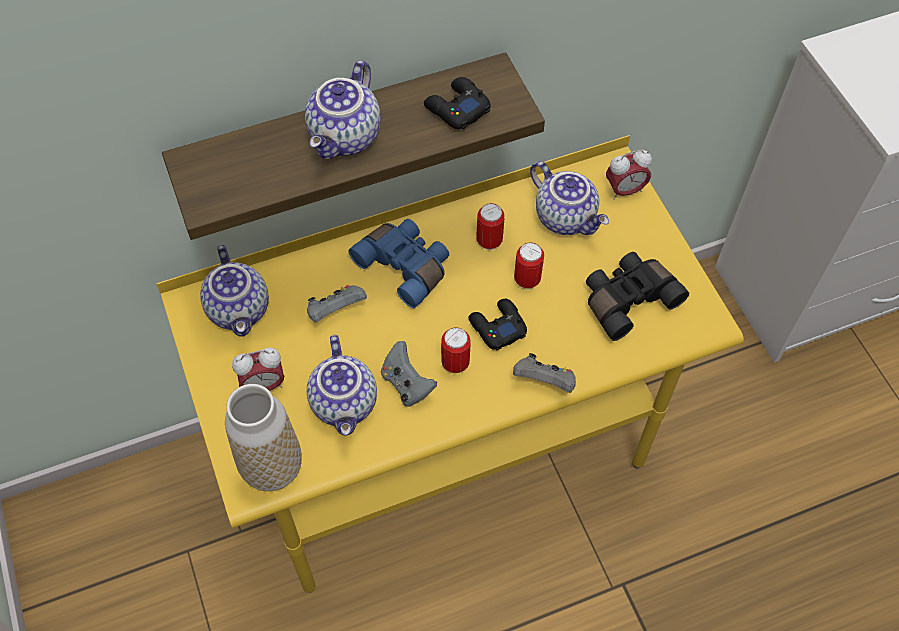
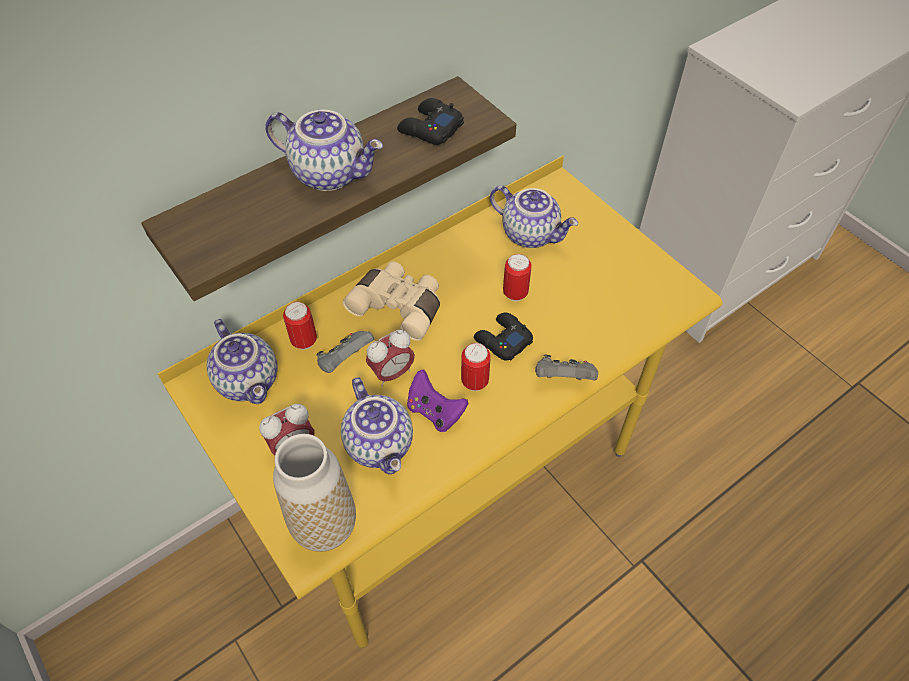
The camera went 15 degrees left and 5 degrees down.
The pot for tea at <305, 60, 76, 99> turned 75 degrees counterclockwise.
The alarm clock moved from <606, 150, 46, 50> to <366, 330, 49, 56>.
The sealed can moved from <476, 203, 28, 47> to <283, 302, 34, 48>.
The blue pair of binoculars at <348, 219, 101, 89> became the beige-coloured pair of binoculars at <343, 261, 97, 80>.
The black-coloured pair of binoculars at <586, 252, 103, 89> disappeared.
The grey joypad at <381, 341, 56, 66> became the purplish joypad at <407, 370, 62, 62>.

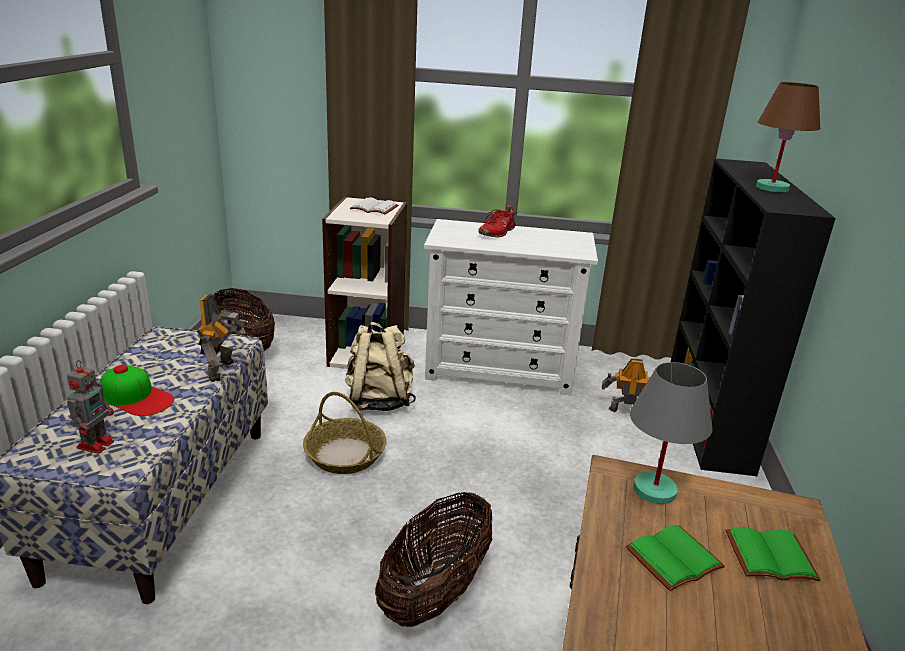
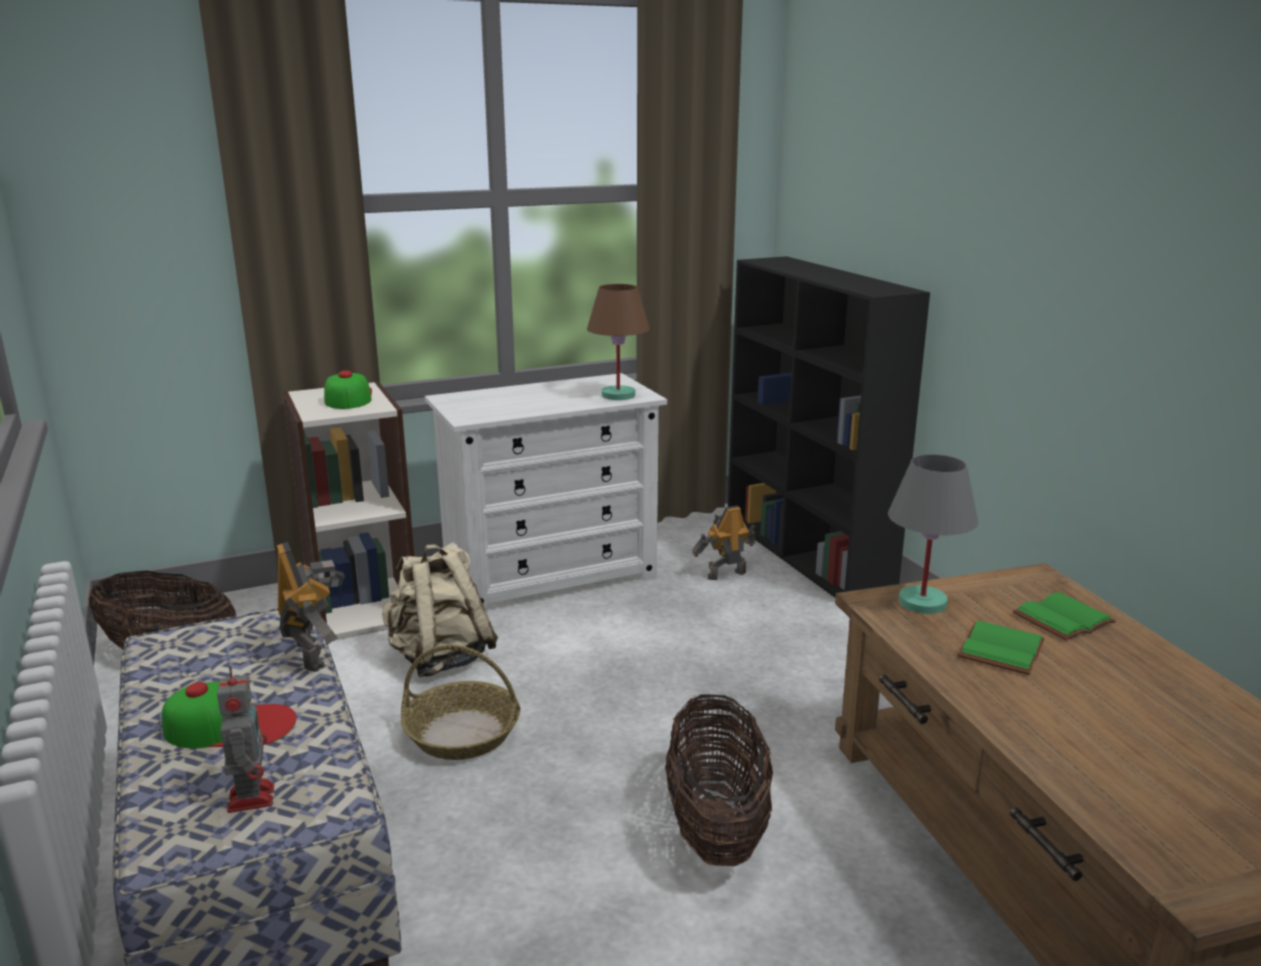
The camera went 30 degrees left and 5 degrees down.
The brownish lamp for a table moved from <756, 82, 64, 110> to <587, 284, 63, 116>.
The white bound book at <350, 197, 49, 18> was replaced by the peaked cap at <324, 370, 48, 39>.
The red item of footwear at <478, 206, 39, 31> disappeared.

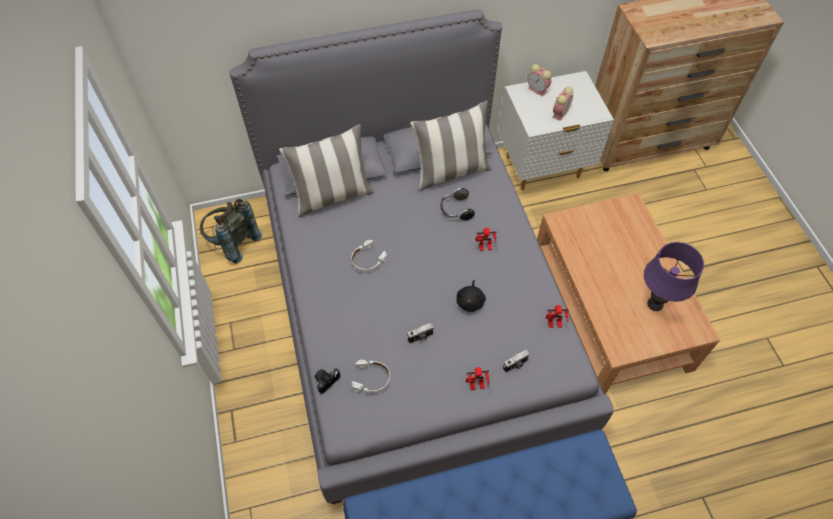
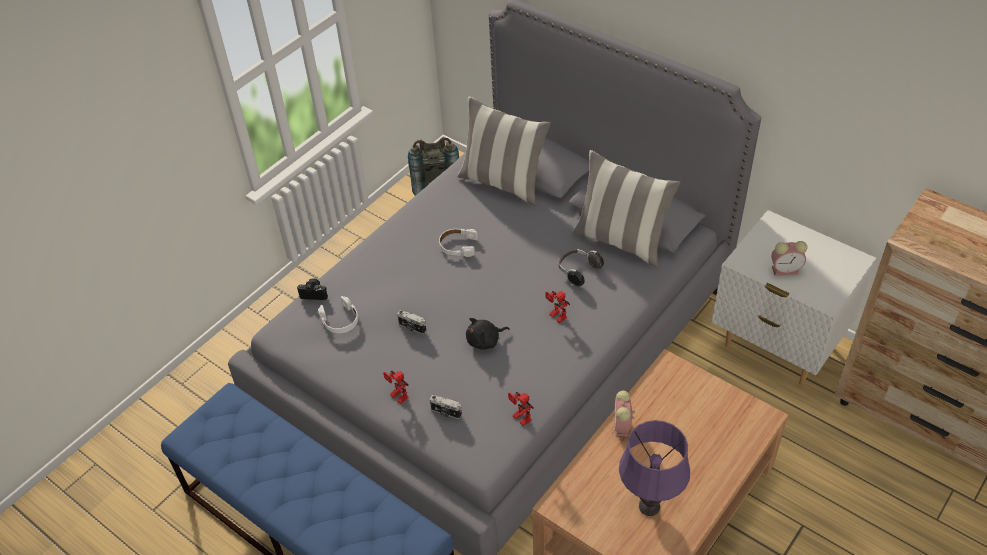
The camera went 55 degrees right and 10 degrees down.
The alarm clock moved from <527, 64, 24, 32> to <614, 391, 21, 46>.

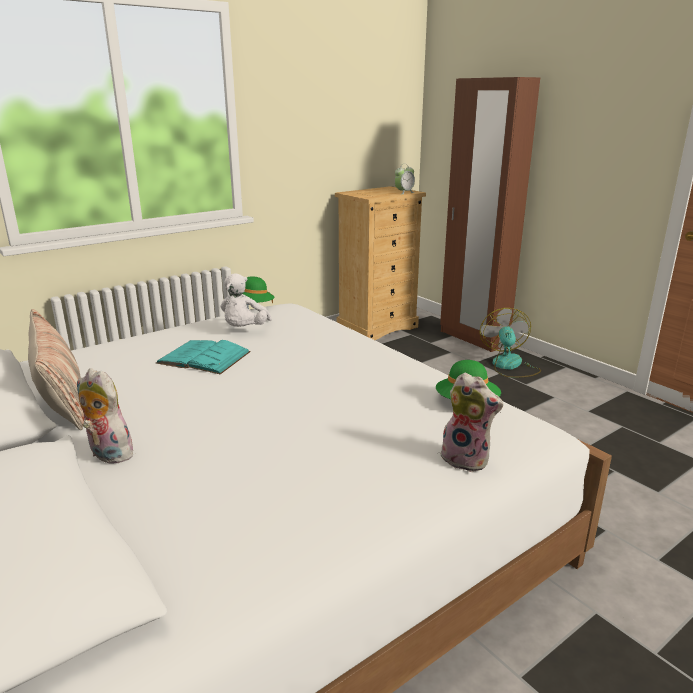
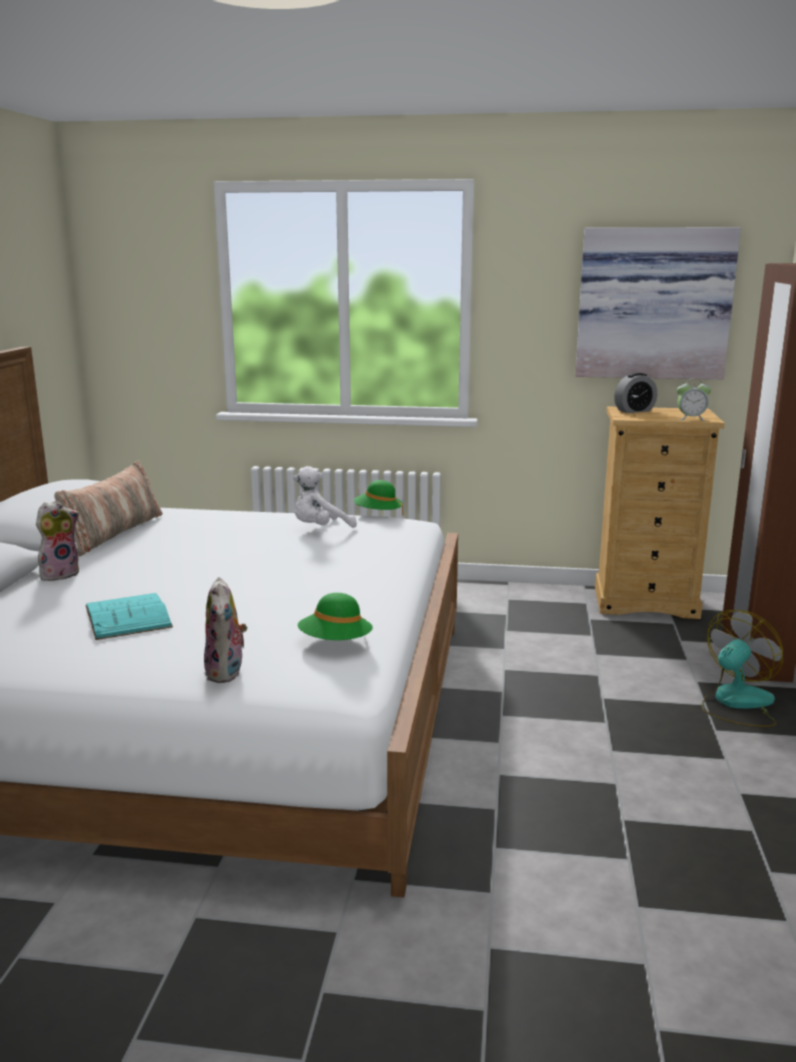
The camera went 45 degrees right and 5 degrees down.
The turquoise-coloured bound book moved from <156, 340, 95, 35> to <85, 593, 88, 47>.
The soft toy at <77, 368, 60, 96> turned 60 degrees clockwise.
The picture at <575, 227, 166, 153> appeared.
The alarm clock at <614, 373, 43, 40> appeared.

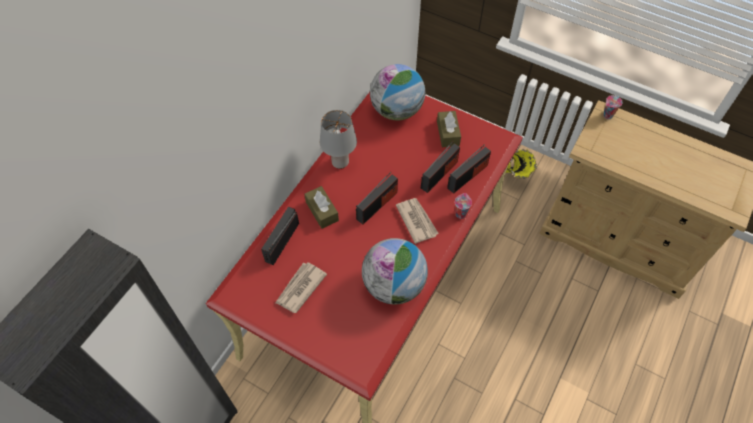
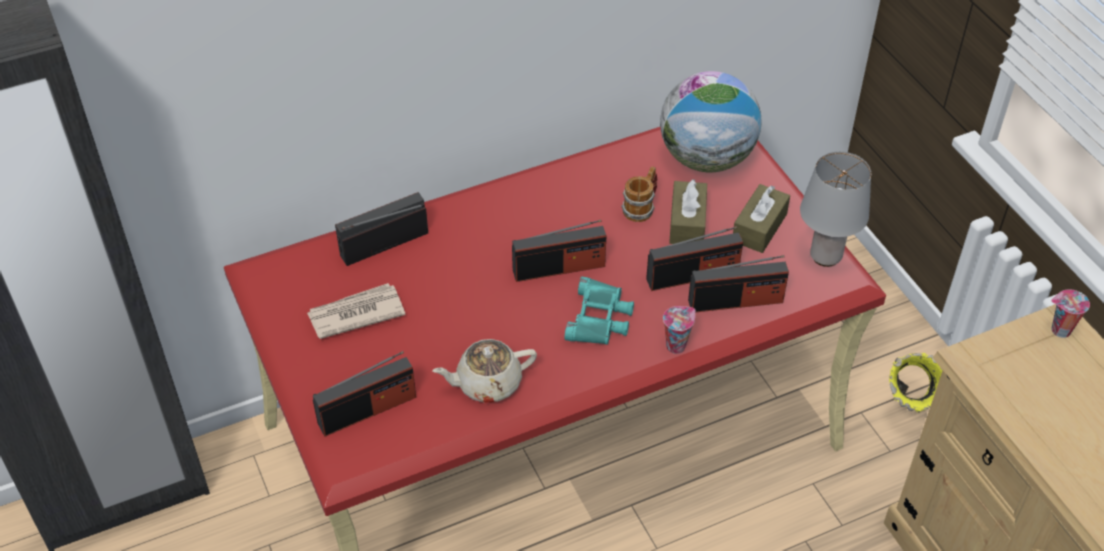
The camera went 35 degrees right and 10 degrees down.
The grey lamp for a table moved from <320, 110, 37, 59> to <800, 152, 71, 115>.
The brownish tissue holder moved from <304, 186, 35, 43> to <669, 179, 38, 65>.
The daily paper at <396, 198, 43, 46> was replaced by the turquoise-coloured pair of binoculars at <564, 277, 70, 68>.
The globe at <362, 238, 66, 67> was replaced by the beige-coloured pot for tea at <433, 339, 104, 64>.
The coffee mug at <621, 166, 36, 56> appeared.
The radio at <313, 351, 103, 86> appeared.

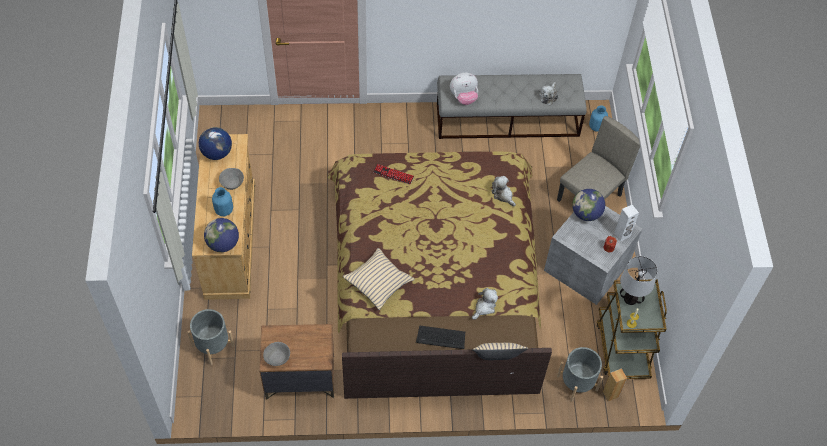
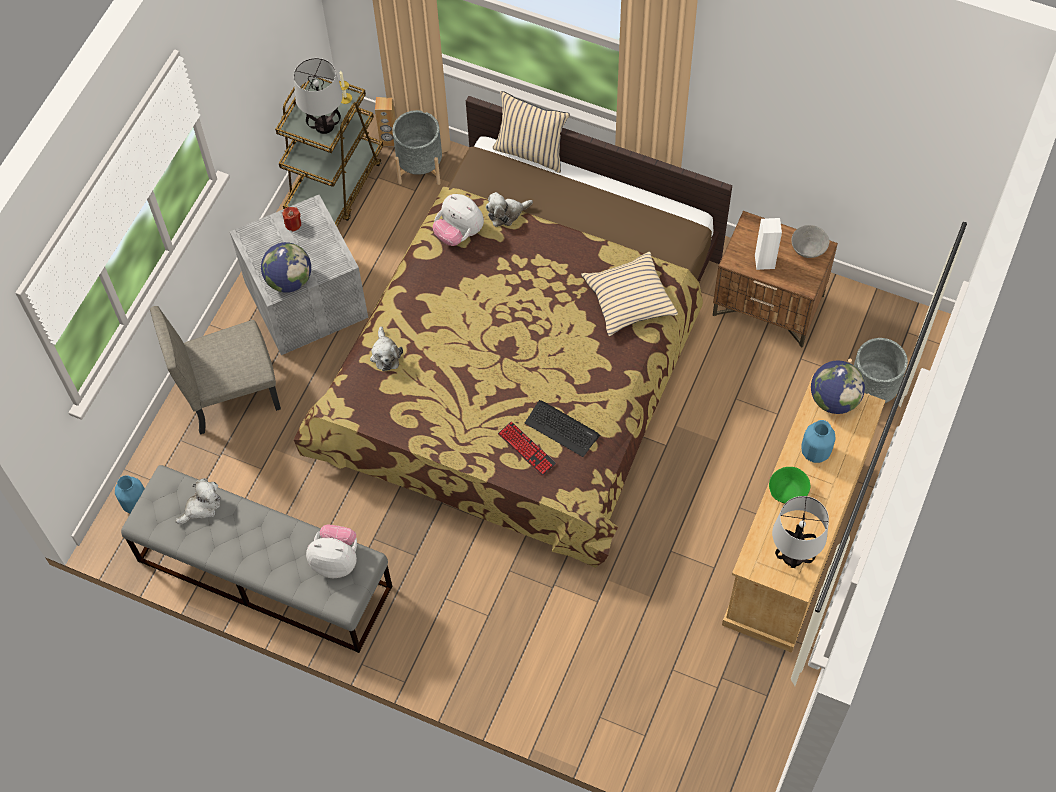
The camera went 150 degrees left and 5 degrees up.
The globe at <199, 127, 33, 33> was replaced by the lamp for a table at <772, 496, 57, 72>.
The grey serving bowl at <219, 168, 25, 22> became the green-coloured serving bowl at <769, 467, 41, 36>.
The white speaker moved from <614, 205, 25, 36> to <755, 218, 27, 52>.
The PC keyboard moved from <416, 326, 49, 23> to <525, 400, 75, 57>.
The soft toy at <433, 194, 51, 52> appeared.

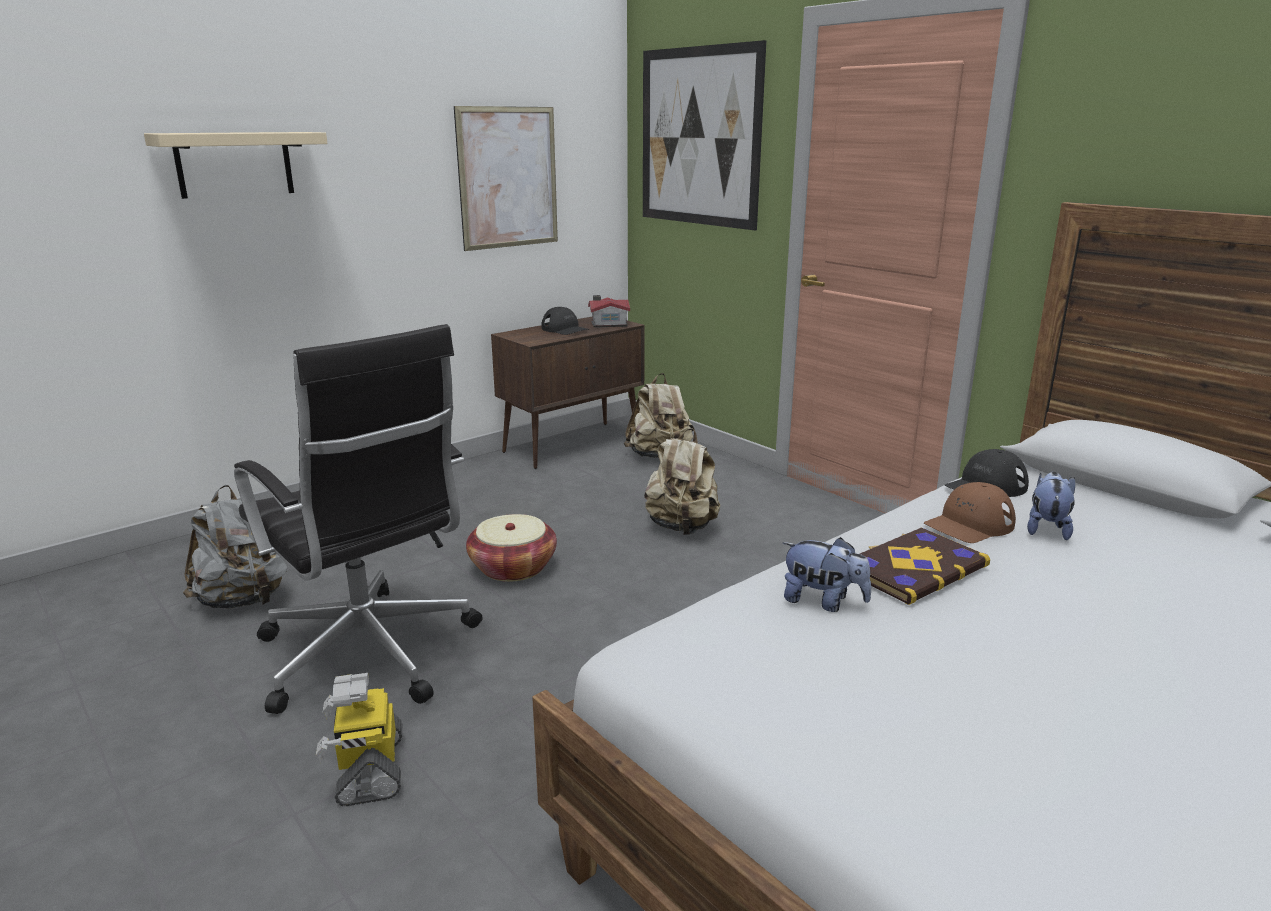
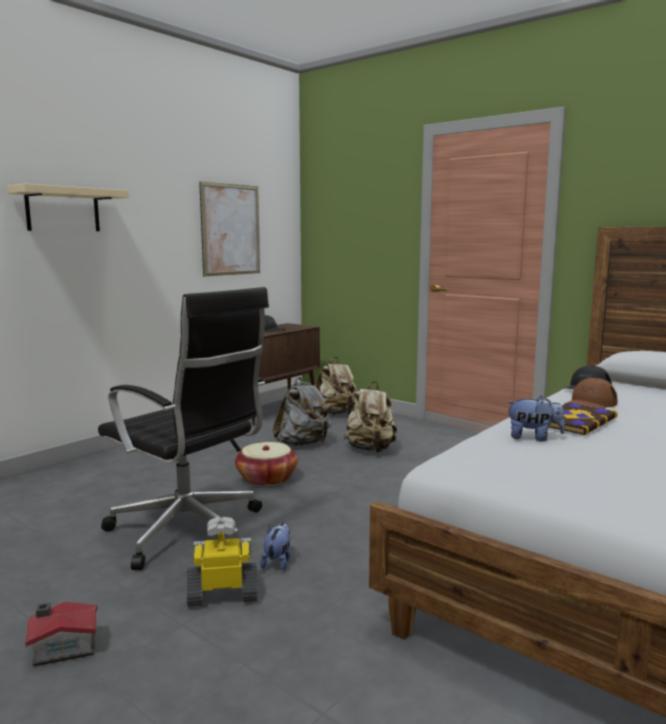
The camera went 10 degrees left and 10 degrees down.
The picture at <643, 40, 123, 190> disappeared.
The model house moved from <588, 295, 42, 33> to <25, 602, 73, 64>.
The soft toy moved from <1027, 472, 48, 68> to <260, 523, 31, 48>.
The grey backpack moved from <183, 485, 104, 124> to <273, 377, 59, 69>.
The robot figure at <316, 673, 86, 133> turned 105 degrees clockwise.

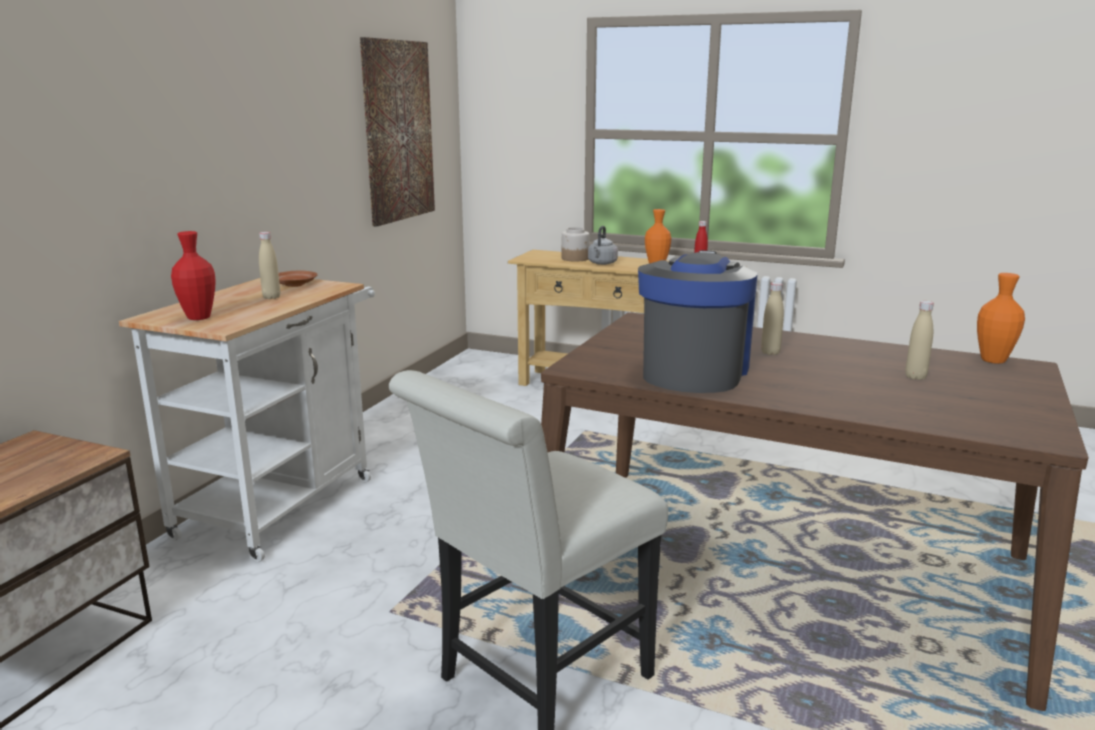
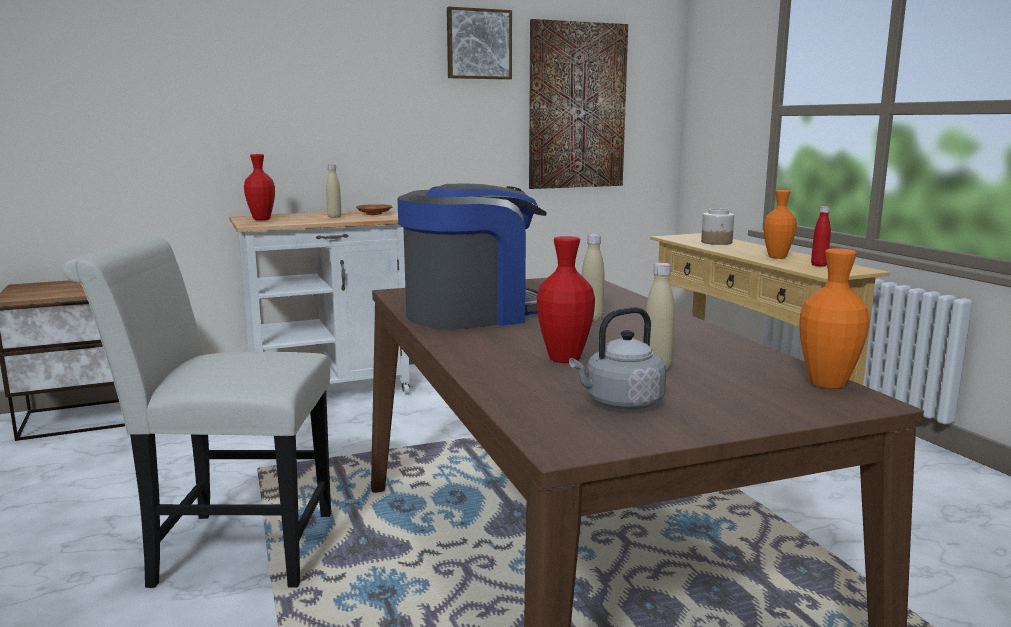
The camera went 45 degrees right and 5 degrees down.
The grey water kettle moved from <588, 226, 30, 39> to <569, 307, 97, 102>.
The picture at <447, 7, 65, 73> appeared.
The red flower vase at <537, 236, 58, 127> appeared.

